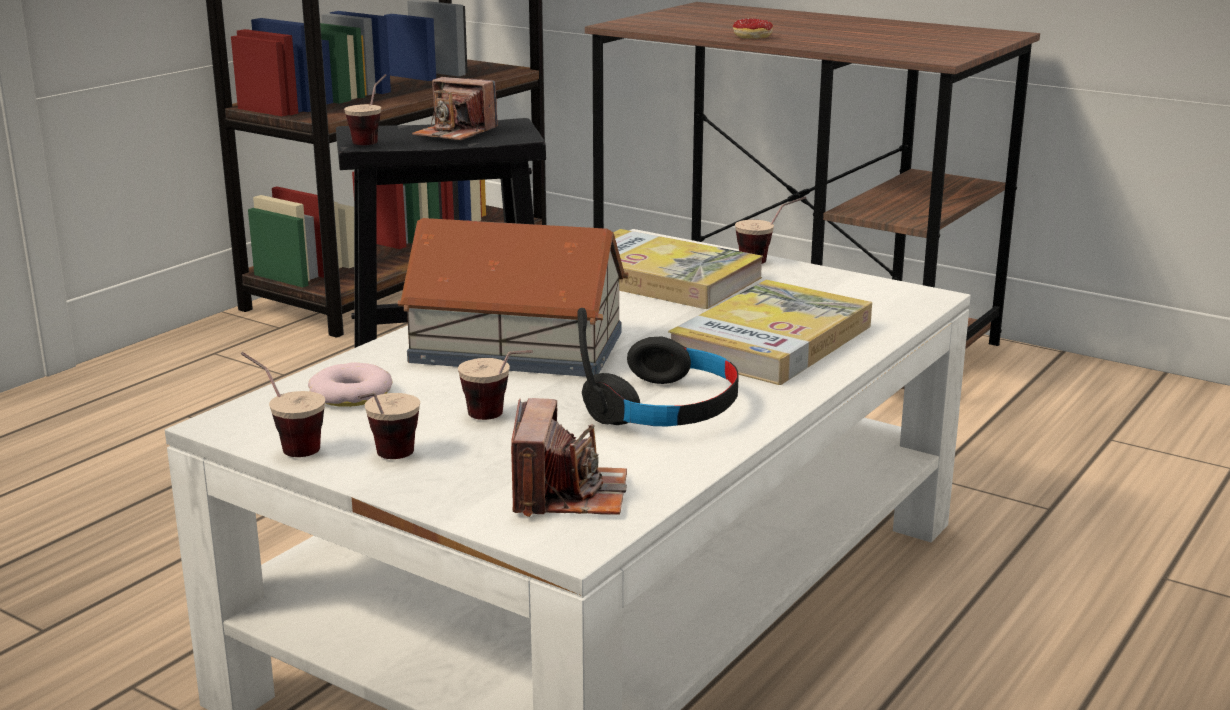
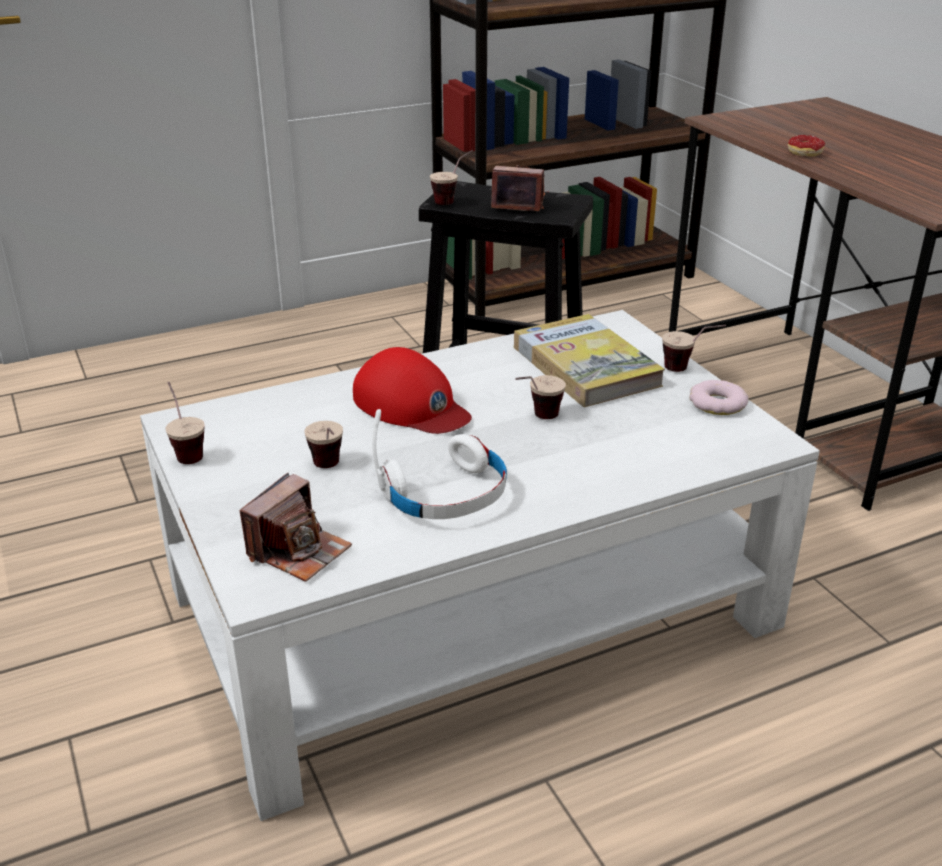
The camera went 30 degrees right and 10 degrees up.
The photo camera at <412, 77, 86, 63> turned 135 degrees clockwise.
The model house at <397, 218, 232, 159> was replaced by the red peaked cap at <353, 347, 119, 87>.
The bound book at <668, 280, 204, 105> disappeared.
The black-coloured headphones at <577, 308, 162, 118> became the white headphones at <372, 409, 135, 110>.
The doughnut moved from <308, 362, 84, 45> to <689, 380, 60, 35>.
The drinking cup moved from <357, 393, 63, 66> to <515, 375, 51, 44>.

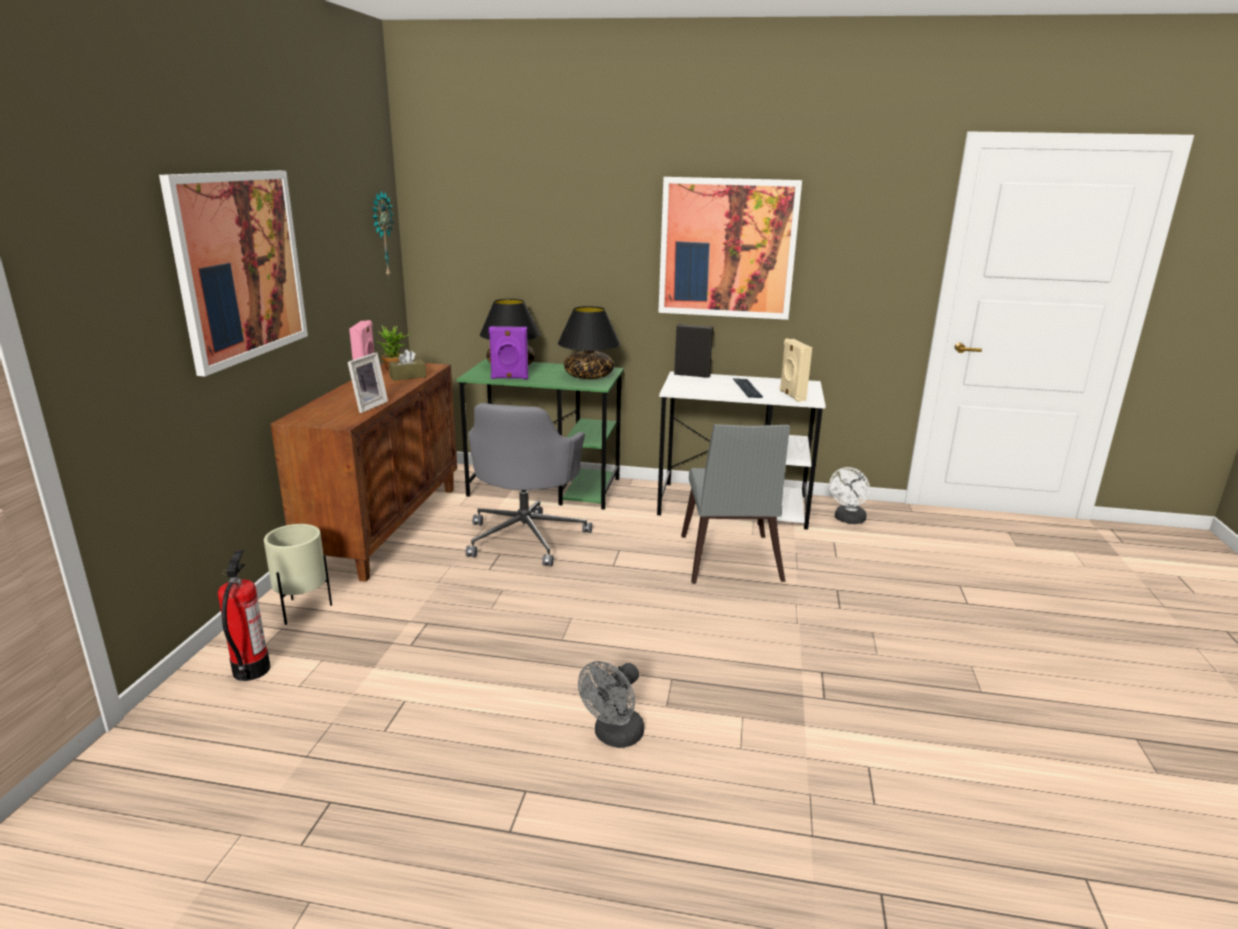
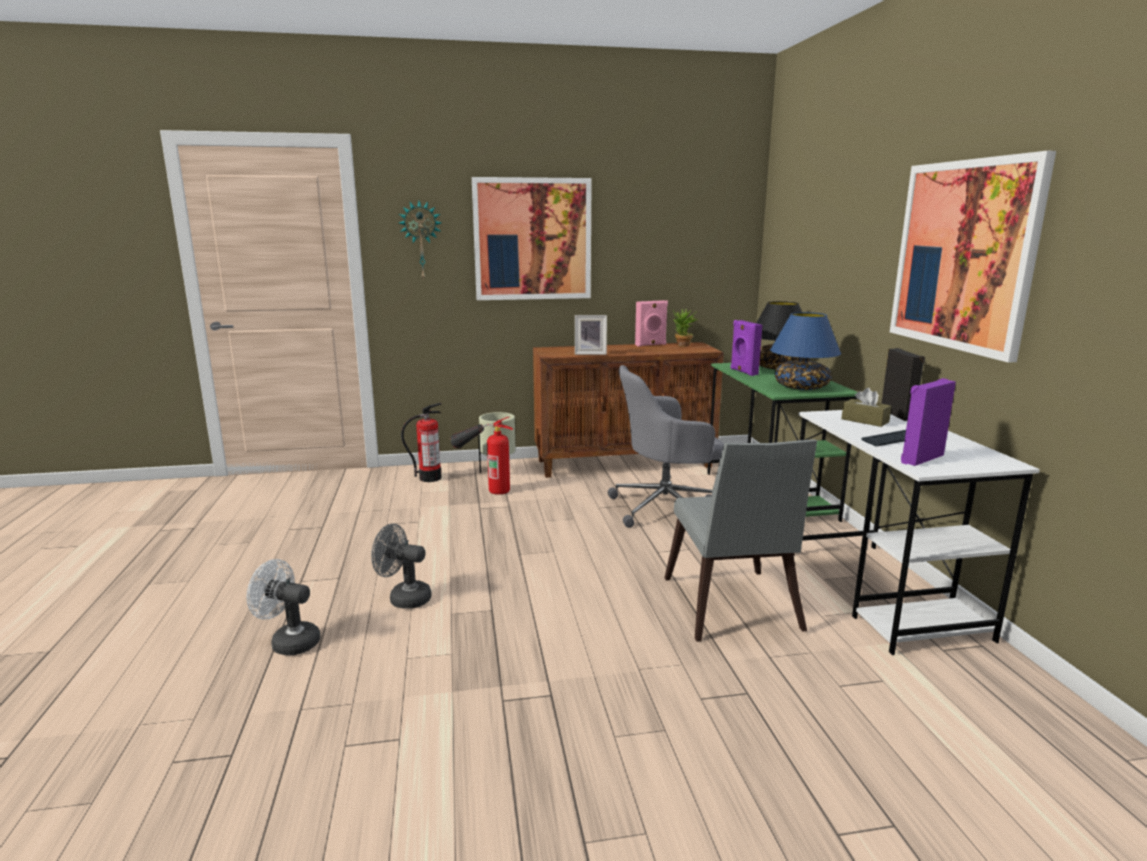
The camera went 70 degrees right and 5 degrees down.
The wall clock moved from <372, 191, 22, 86> to <399, 201, 43, 80>.
The black-coloured lamp for a table at <558, 306, 62, 73> became the blue lamp for a table at <770, 312, 71, 78>.
The beige-coloured speaker at <779, 338, 33, 64> became the purplish speaker at <901, 378, 55, 88>.
The brownish tissue holder moved from <388, 349, 38, 32> to <841, 388, 51, 39>.
The grey plain chair at <681, 424, 109, 160> turned 75 degrees counterclockwise.
The white cooling fan moved from <829, 467, 41, 57> to <247, 559, 74, 96>.
The fire extinguisher at <450, 417, 63, 78> appeared.

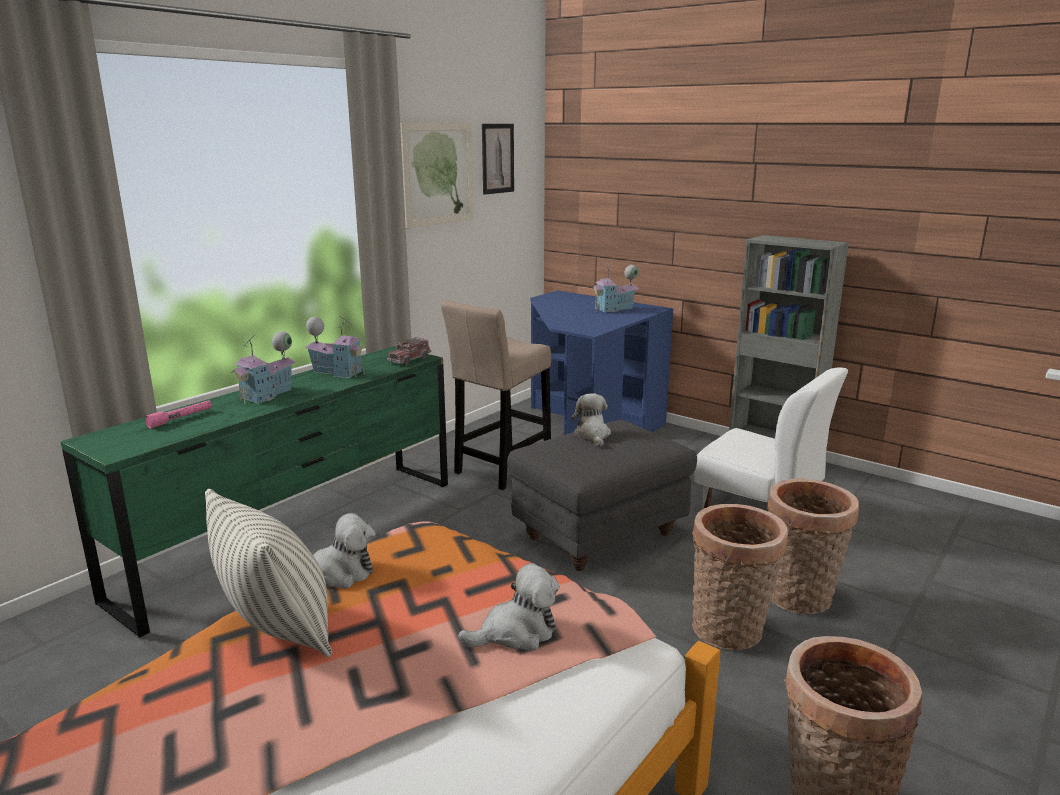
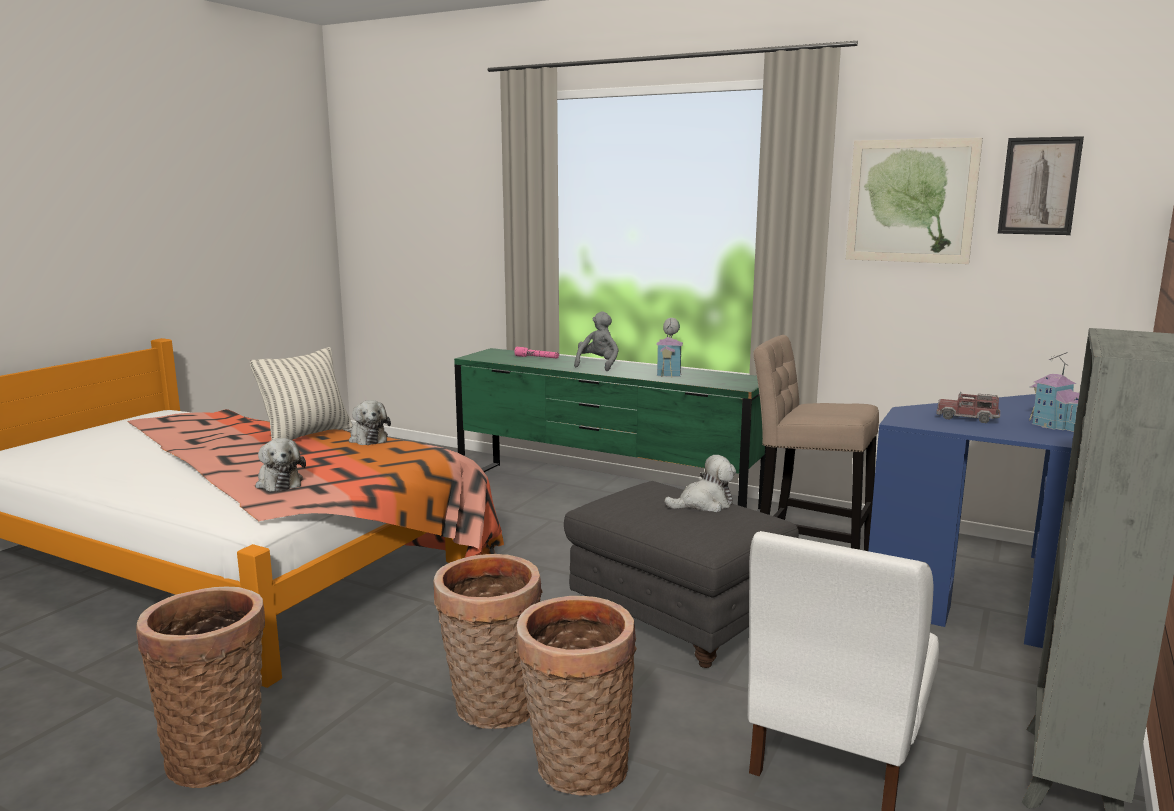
The camera went 80 degrees right and 5 degrees down.
The model house at <231, 331, 65, 73> was replaced by the grey soft toy at <574, 311, 45, 60>.
The model truck moved from <387, 337, 45, 28> to <936, 392, 64, 31>.

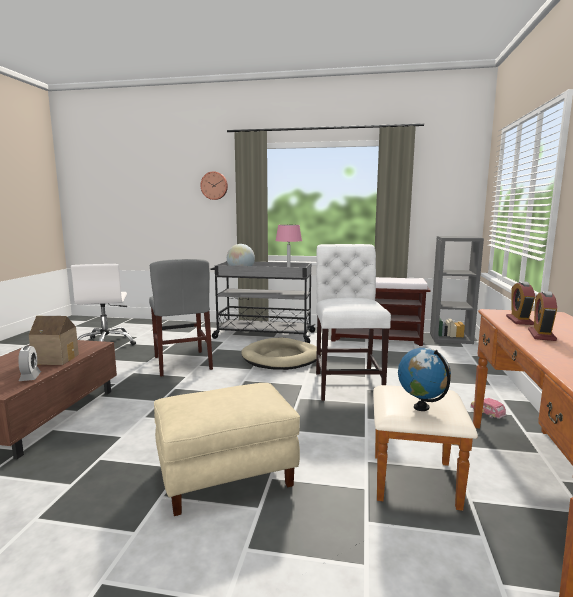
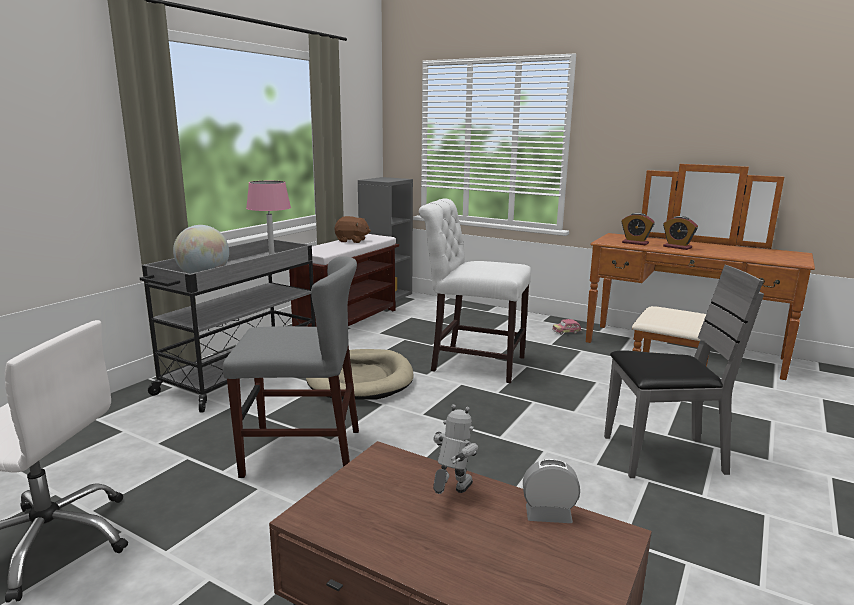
The camera went 70 degrees left and 5 degrees up.
The wall clock at <201, 171, 27, 29> disappeared.
The model house at <29, 316, 50, 49> was replaced by the robot figure at <433, 404, 45, 90>.
The globe at <398, 348, 53, 63> disappeared.
The beige-coloured footrest at <154, 383, 146, 133> was replaced by the grey plain chair at <604, 265, 160, 213>.
The brownish soft toy at <335, 216, 36, 27> appeared.

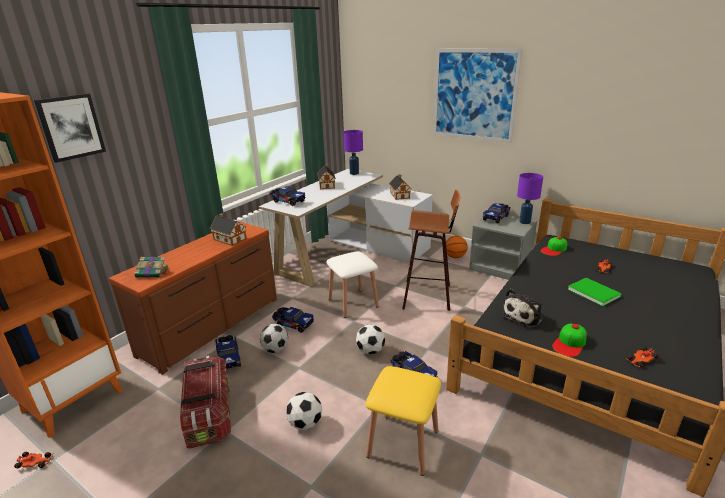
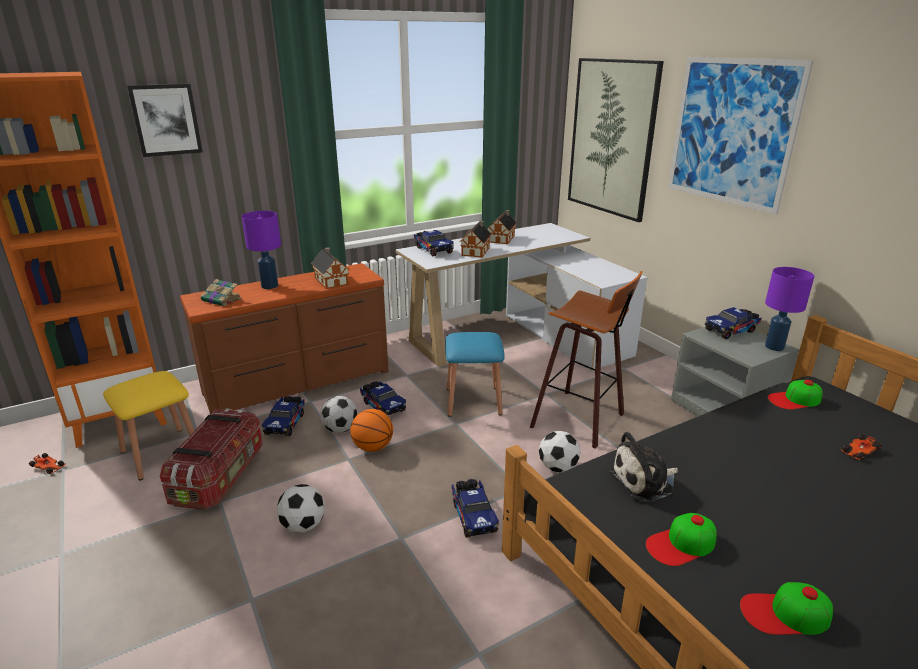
The camera went 25 degrees right and 0 degrees up.
The purplish lamp for a table moved from <343, 130, 20, 45> to <241, 211, 40, 78>.
The model house moved from <389, 174, 22, 26> to <460, 221, 31, 37>.
The basketball ball moved from <446, 236, 22, 22> to <350, 409, 43, 43>.
The white sitting stool at <326, 251, 53, 67> became the blue sitting stool at <445, 332, 60, 85>.
The green-coloured bound book at <568, 278, 54, 28> disappeared.
The football ball moved from <356, 324, 29, 31> to <539, 431, 42, 42>.
The miniature car at <626, 346, 33, 21> was replaced by the peaked cap at <740, 582, 93, 53>.
The yellow-coloured sitting stool moved from <366, 366, 75, 110> to <103, 371, 91, 109>.
The picture at <568, 58, 96, 164> appeared.

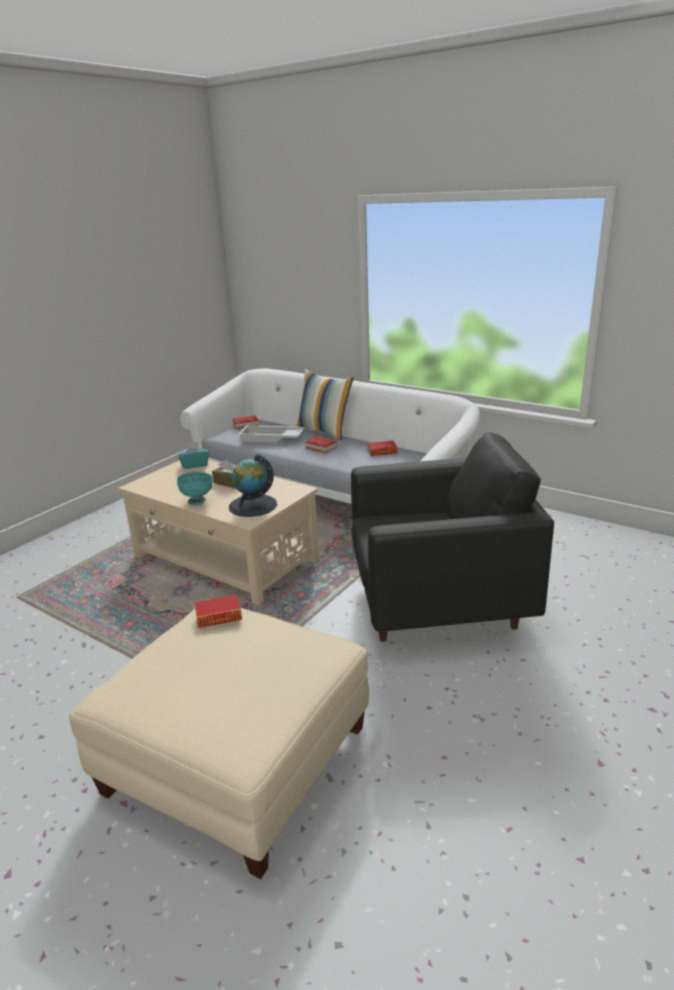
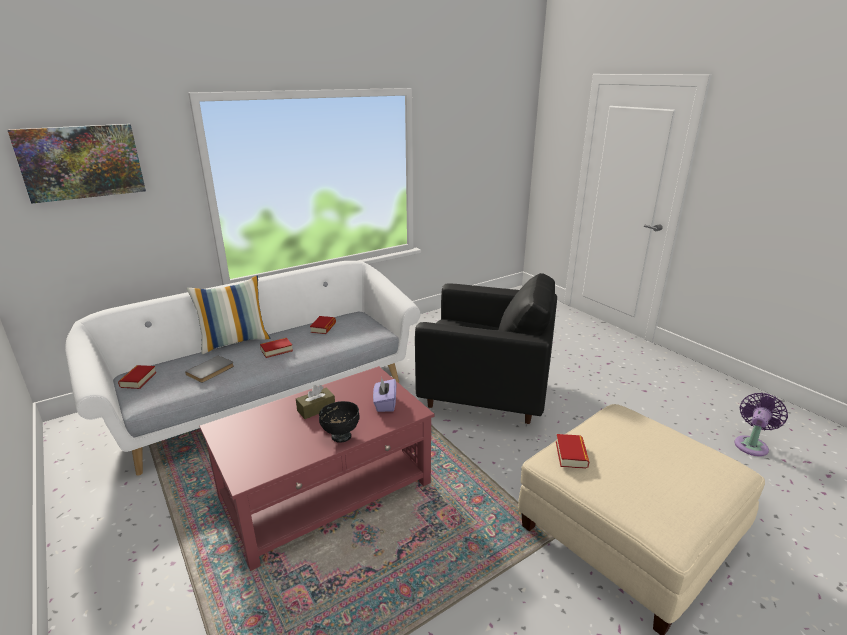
The camera went 70 degrees left and 0 degrees up.
The white carrying tray at <238, 425, 67, 18> was replaced by the grey bound book at <185, 355, 49, 28>.
The black-coloured lounge chair at <351, 432, 203, 210> turned 90 degrees clockwise.
The turquoise-coloured tissue holder at <178, 442, 31, 27> disappeared.
The globe at <229, 454, 48, 63> was replaced by the purplish tissue holder at <373, 378, 23, 34>.
The beige-coloured low table at <118, 460, 201, 146> became the red low table at <200, 366, 234, 205>.
The turquoise-coloured serving bowl at <177, 472, 36, 33> became the black-coloured serving bowl at <319, 401, 41, 42>.
The picture at <8, 124, 138, 80> appeared.
The purplish cooling fan at <734, 393, 54, 64> appeared.

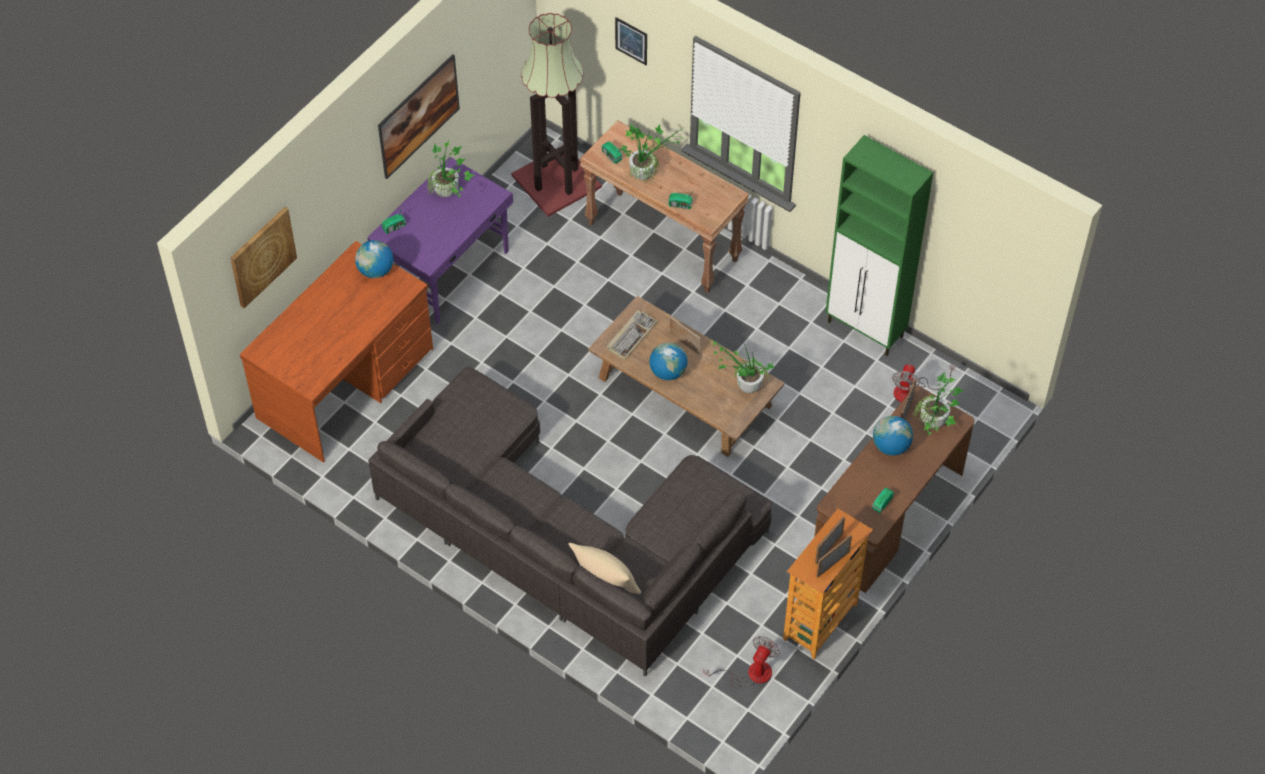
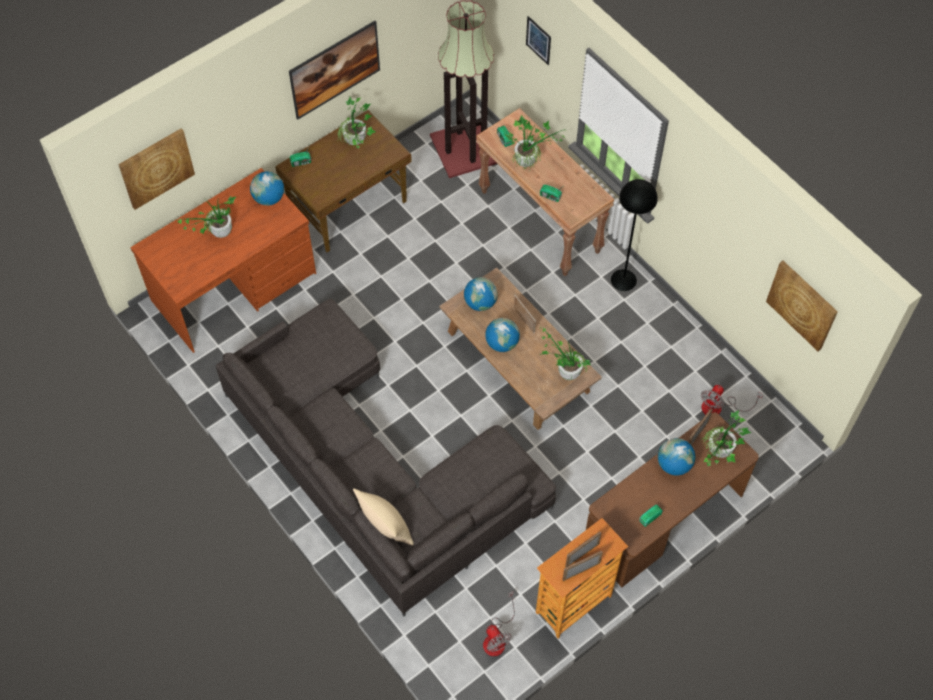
The camera went 15 degrees right and 5 degrees up.
The green-coloured cabinet at <825, 135, 108, 221> disappeared.
The purplish desk unit at <367, 157, 146, 168> became the brownish desk unit at <276, 110, 136, 142>.
The PC keyboard at <607, 310, 51, 50> was replaced by the globe at <464, 277, 34, 34>.
The cooling fan at <703, 636, 77, 51> turned 105 degrees clockwise.
The black-coloured standing lamp at <611, 179, 47, 112> appeared.
The houseplant at <176, 196, 61, 42> appeared.
The picture at <766, 261, 72, 90> appeared.

